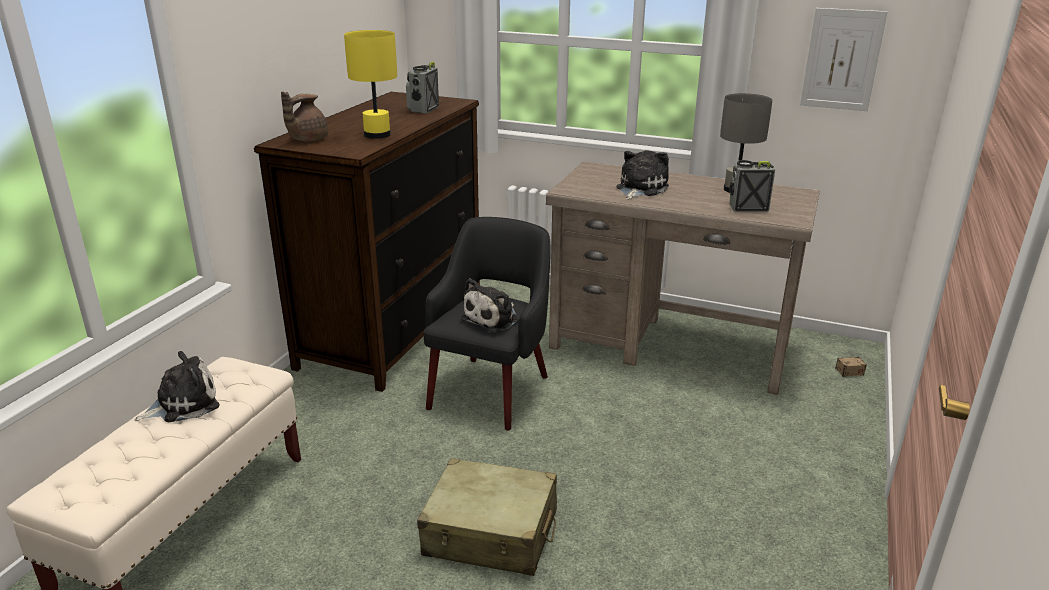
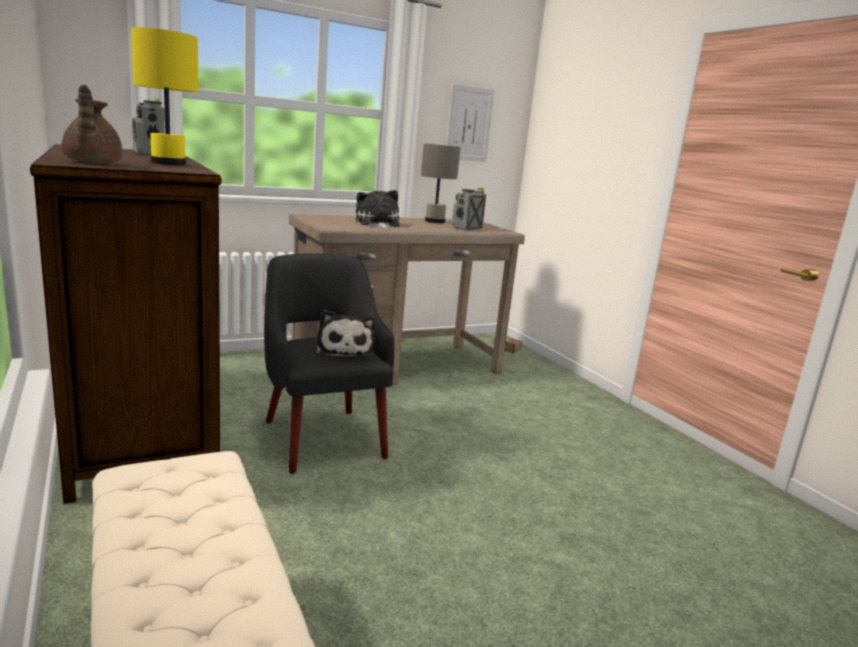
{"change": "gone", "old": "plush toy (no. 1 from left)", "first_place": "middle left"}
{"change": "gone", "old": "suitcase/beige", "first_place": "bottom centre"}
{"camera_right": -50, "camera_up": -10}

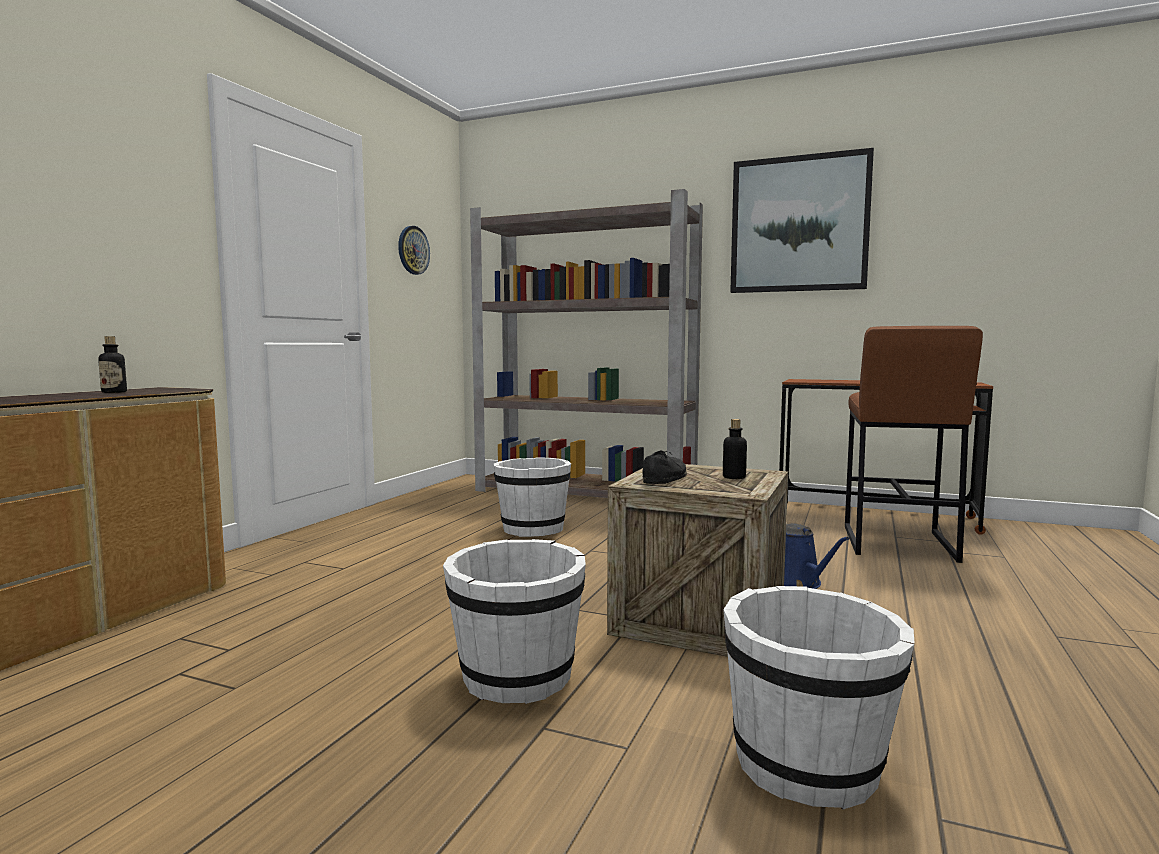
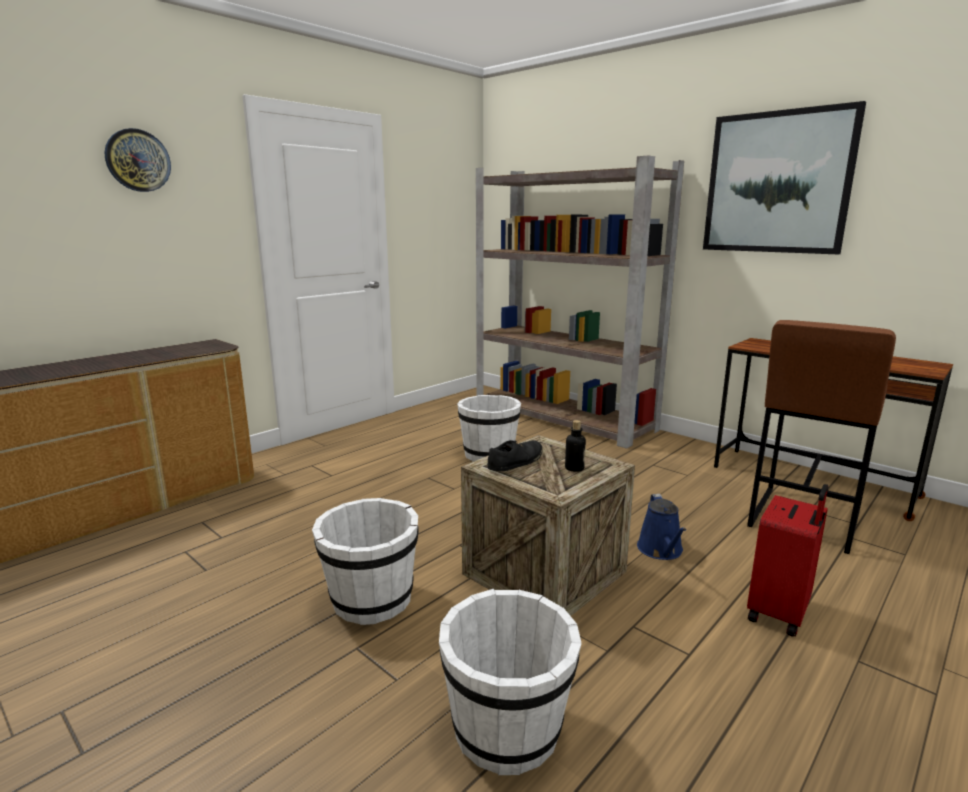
{"change": "gone", "old": "bottle (no. 1 from left)", "first_place": "middle left"}
{"change": "new", "new": "suitcase/red", "second_place": "bottom right"}
{"change": "shifted", "old": "wall clock", "first_place": "top centre", "second_place": "top left"}
{"camera_right": 20, "camera_up": 10}

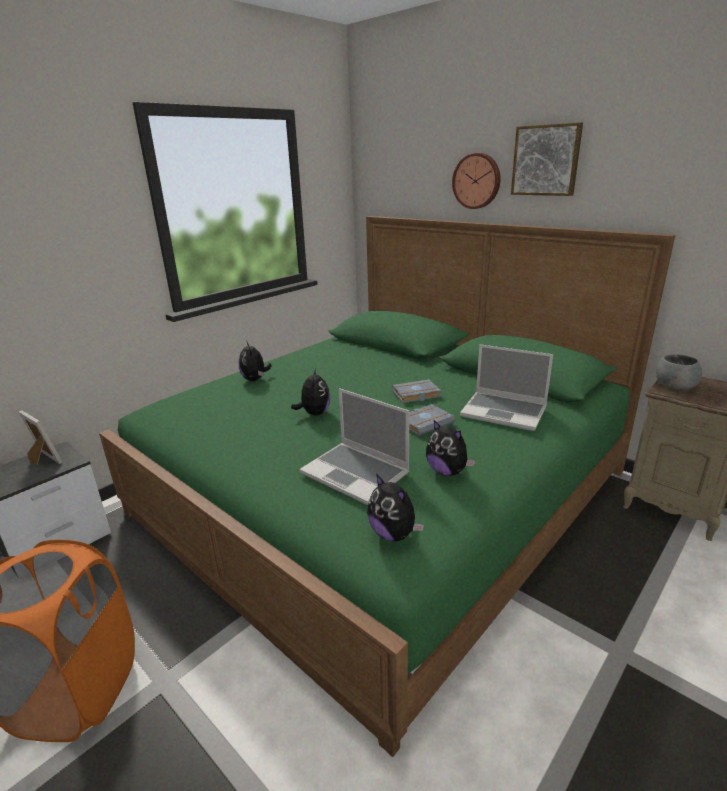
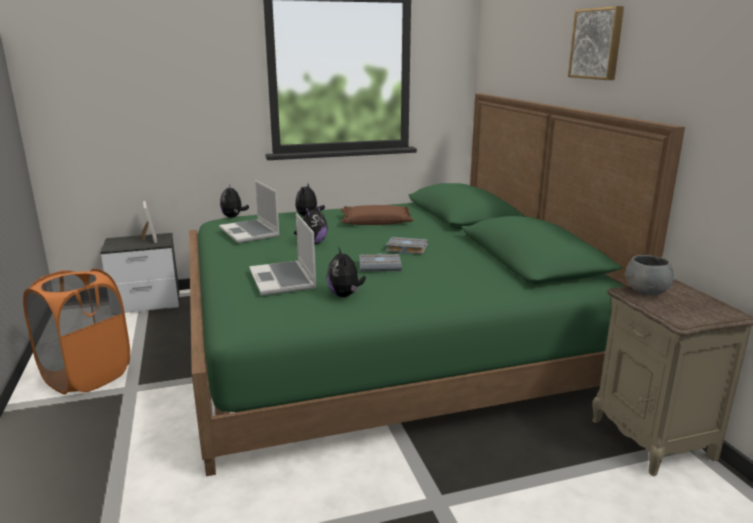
{"change": "gone", "old": "wall clock", "first_place": "top centre"}
{"change": "new", "new": "pillow/brown", "second_place": "centre"}
{"change": "shifted", "old": "plush toy (no. 3 from left in the first image)", "new": "plush toy (no. 1 from left)", "first_place": "centre", "second_place": "middle left"}
{"change": "shifted", "old": "laptop (no. 2 from left in the first image)", "new": "laptop (no. 1 from left)", "first_place": "middle right", "second_place": "middle left"}
{"camera_right": 30, "camera_up": -5}

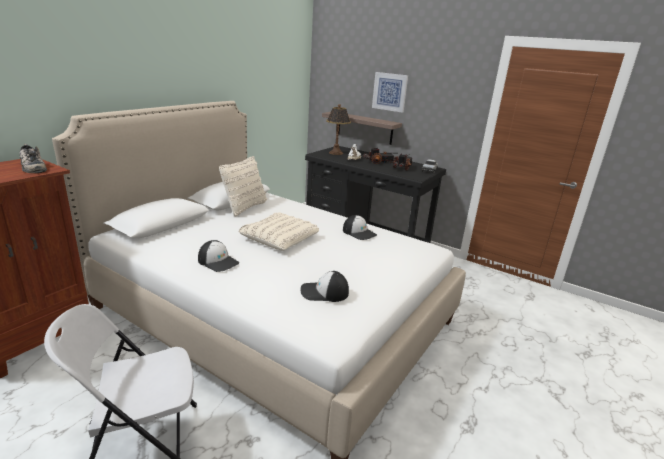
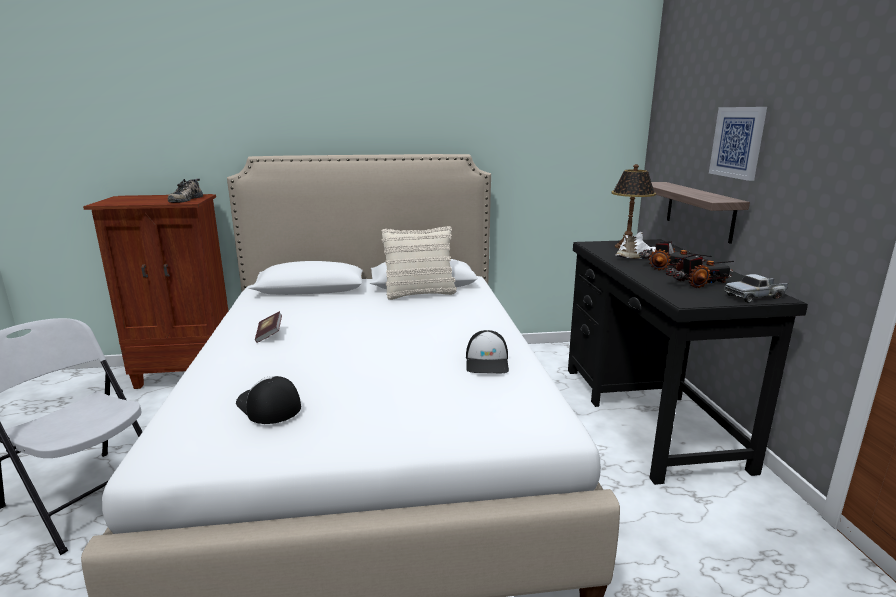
{"change": "gone", "old": "pillow/beige (no. 2 from left)", "first_place": "centre"}
{"change": "swapped", "old": "cap (no. 1 from left)", "new": "book", "first_place": "middle left", "second_place": "middle left"}
{"camera_right": 50, "camera_up": -5}

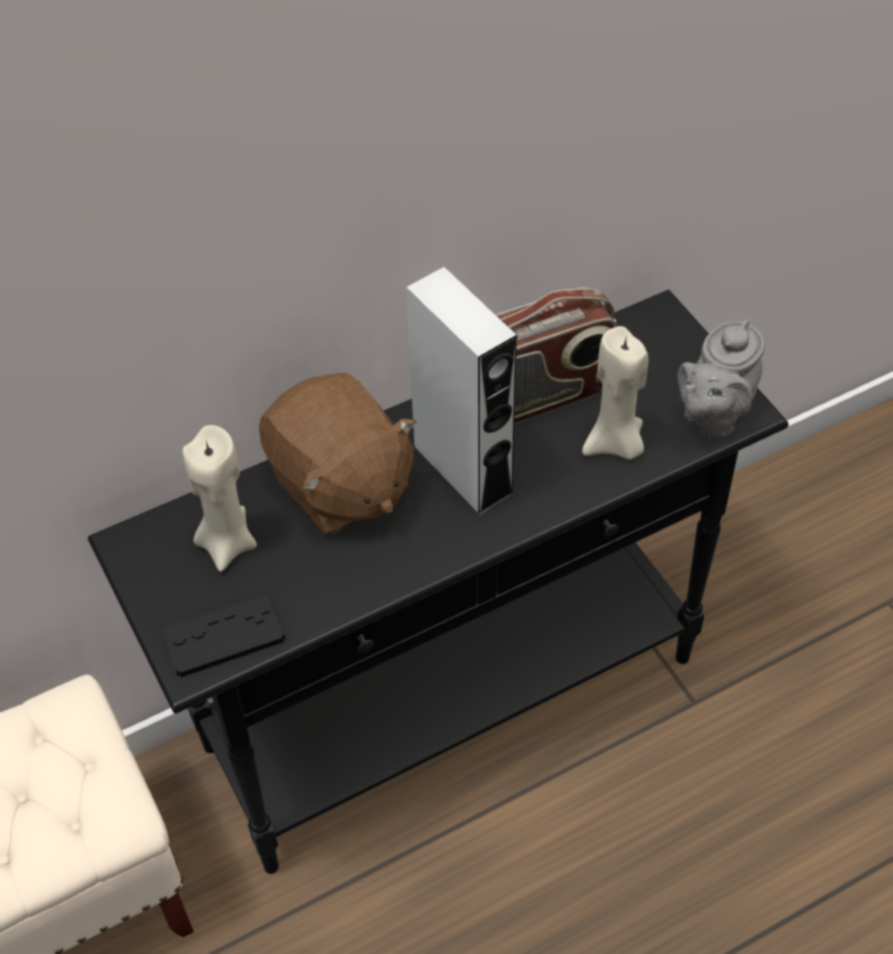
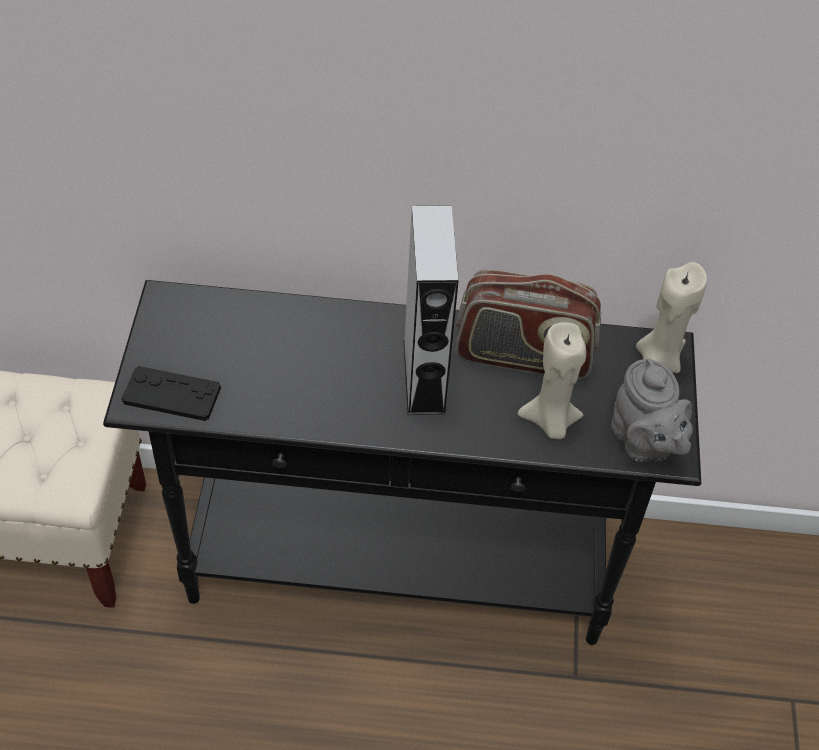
{"change": "gone", "old": "plush toy/brown", "first_place": "centre"}
{"change": "shifted", "old": "candle/beige (no. 1 from left in the first image)", "new": "candle/beige (no. 2 from left)", "first_place": "middle left", "second_place": "middle right"}
{"change": "rotated", "old": "teapot/grey", "first_place": "middle right", "second_place": "middle right", "degrees": -90}
{"camera_right": 30, "camera_up": 0}

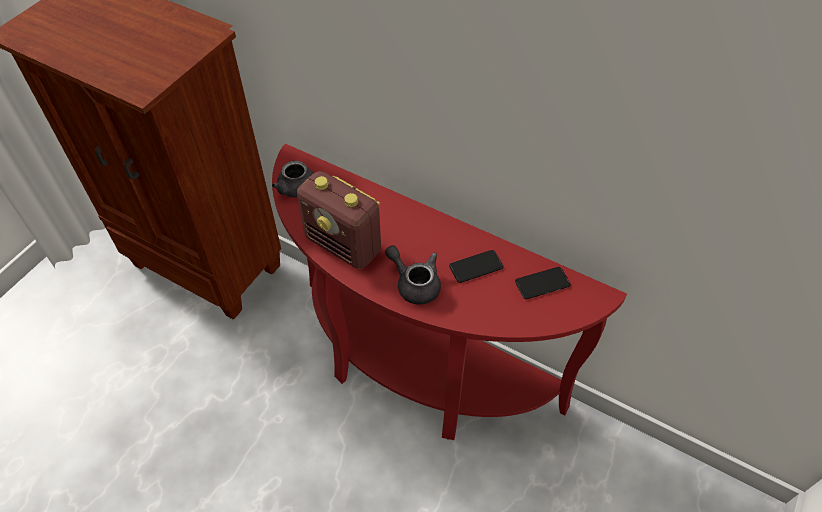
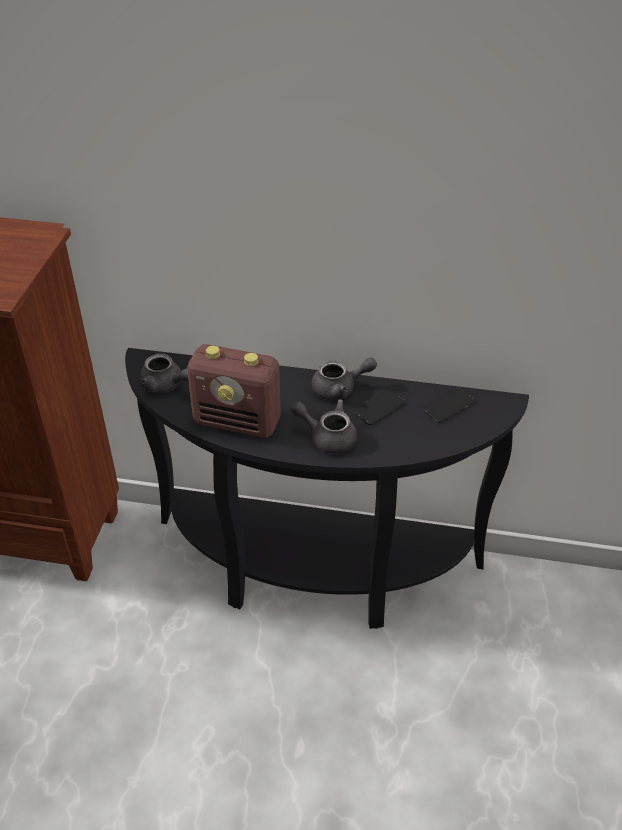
{"change": "new", "new": "teapot/grey (no. 3 from left)", "second_place": "centre"}
{"change": "repainted", "old": "console table/red", "new": "console table/black", "first_place": "centre", "second_place": "centre"}
{"camera_right": -20, "camera_up": -10}

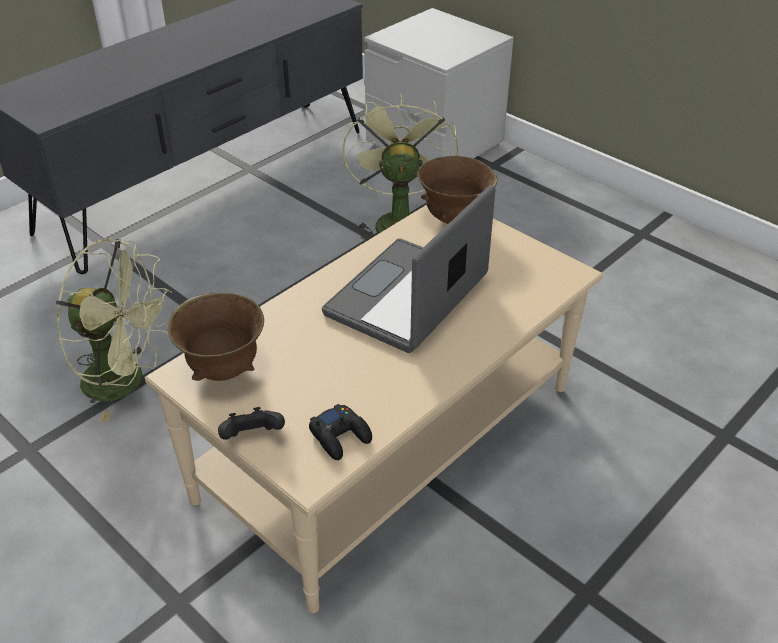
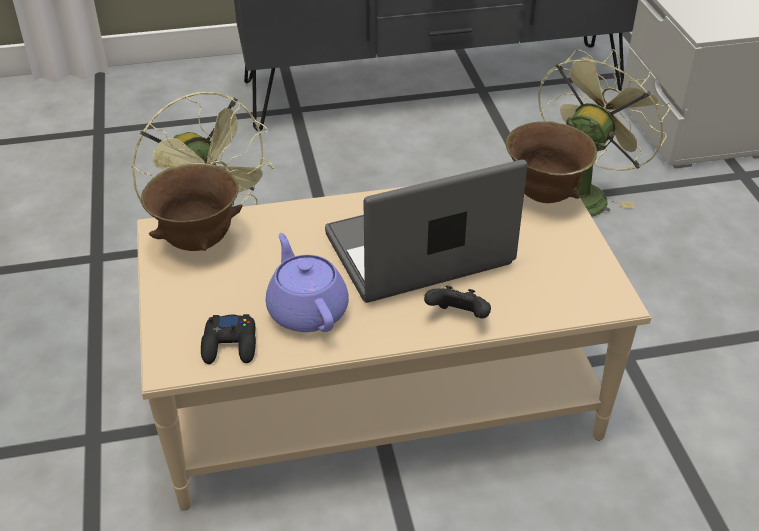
{"change": "new", "new": "teapot/purple", "second_place": "centre"}
{"change": "shifted", "old": "game controller/black (no. 1 from left in the first image)", "new": "game controller/black (no. 2 from left)", "first_place": "middle left", "second_place": "centre"}
{"camera_right": 35, "camera_up": 0}

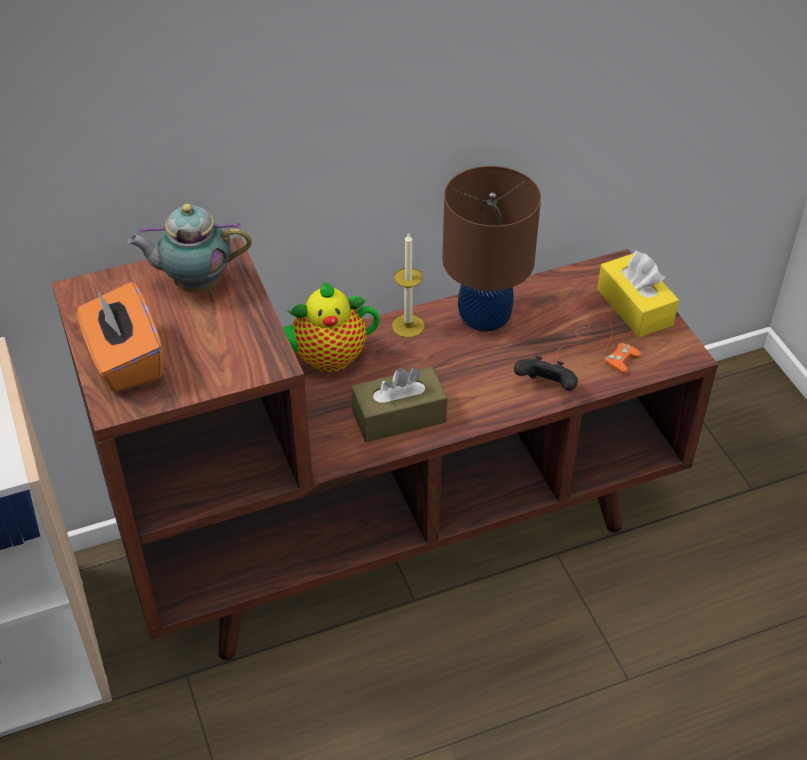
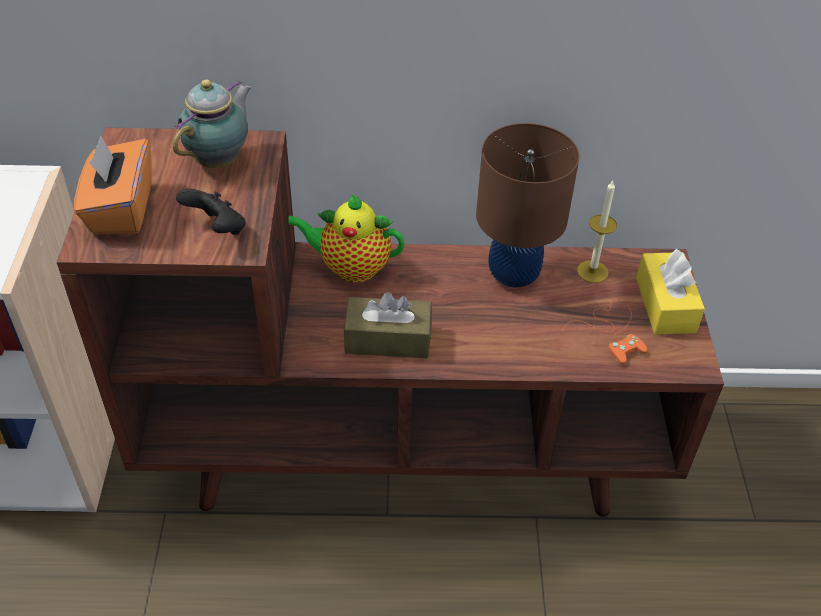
{"change": "shifted", "old": "candle", "first_place": "centre", "second_place": "middle right"}
{"change": "shifted", "old": "game controller/black", "first_place": "middle right", "second_place": "middle left"}
{"change": "rotated", "old": "teapot (no. 1 from left)", "first_place": "top left", "second_place": "top left", "degrees": 105}
{"camera_right": 20, "camera_up": 0}

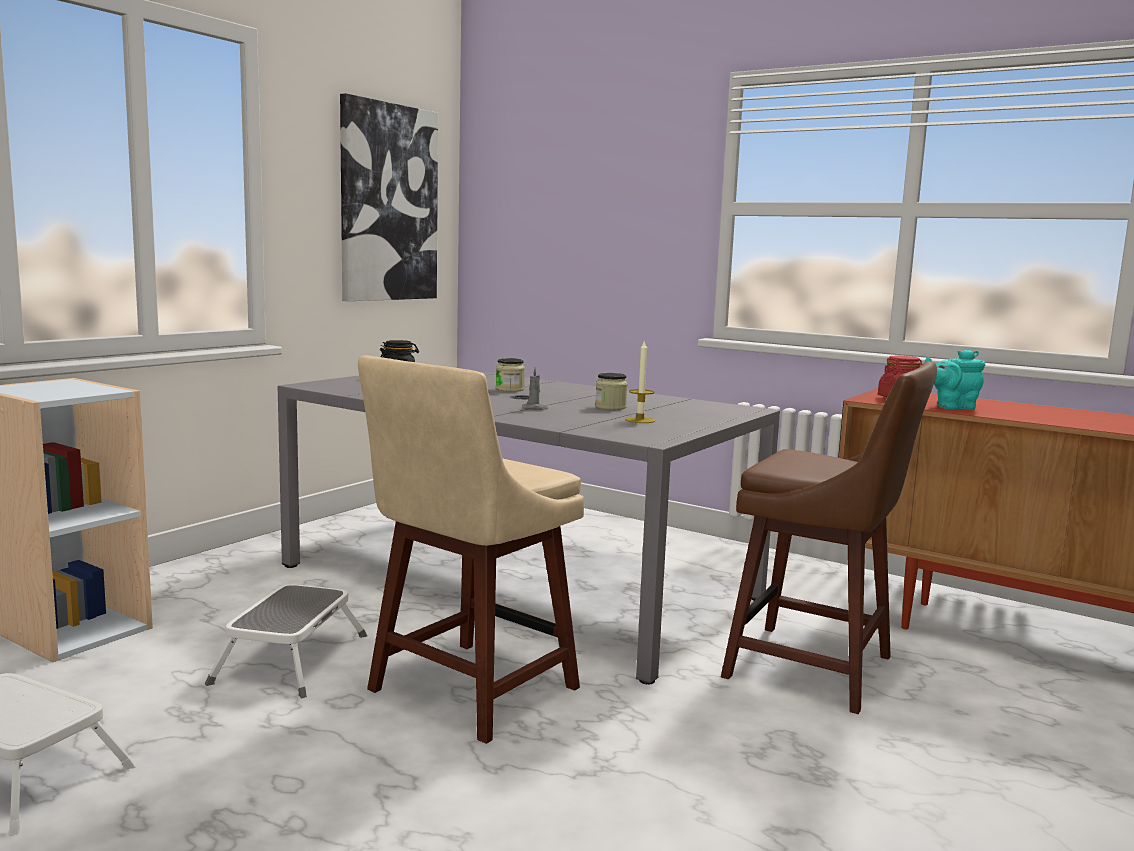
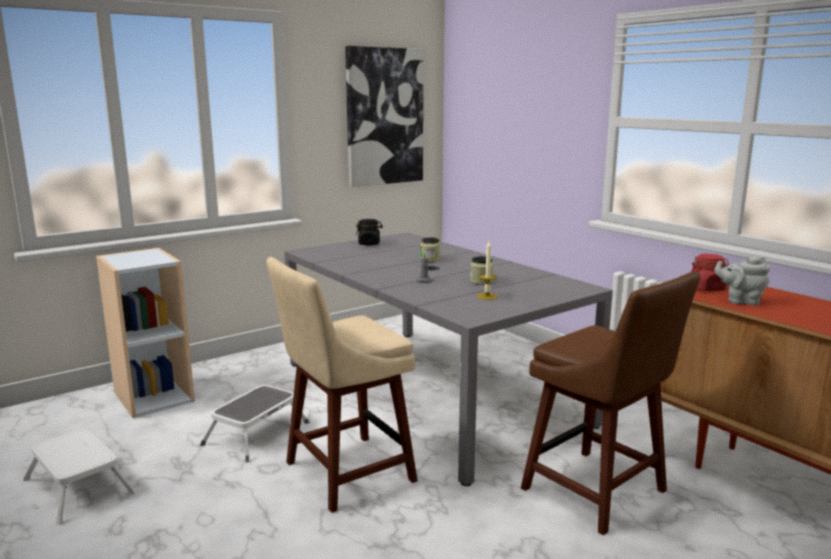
{"change": "repainted", "old": "teapot/turquoise", "new": "teapot/grey", "first_place": "middle right", "second_place": "middle right"}
{"camera_right": 20, "camera_up": 5}

